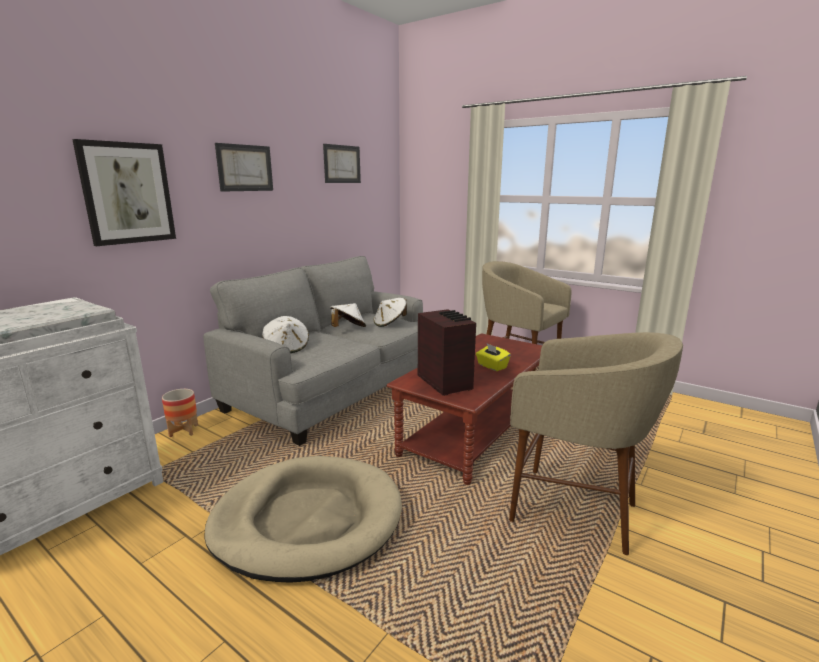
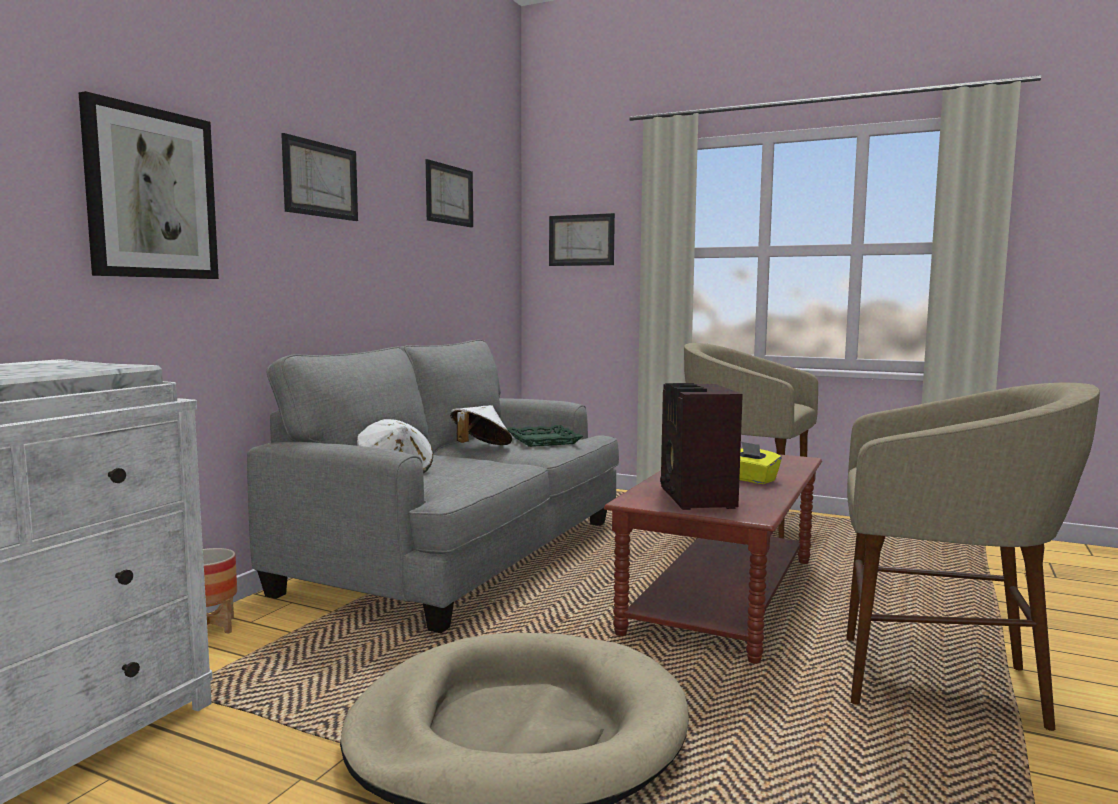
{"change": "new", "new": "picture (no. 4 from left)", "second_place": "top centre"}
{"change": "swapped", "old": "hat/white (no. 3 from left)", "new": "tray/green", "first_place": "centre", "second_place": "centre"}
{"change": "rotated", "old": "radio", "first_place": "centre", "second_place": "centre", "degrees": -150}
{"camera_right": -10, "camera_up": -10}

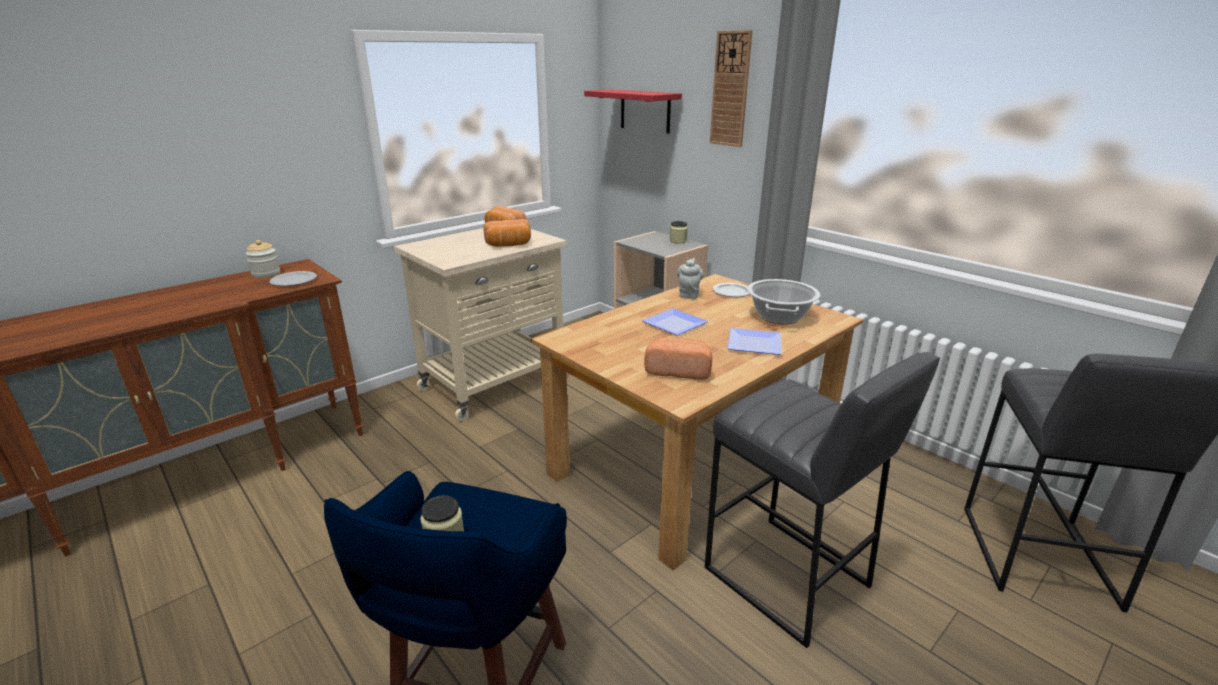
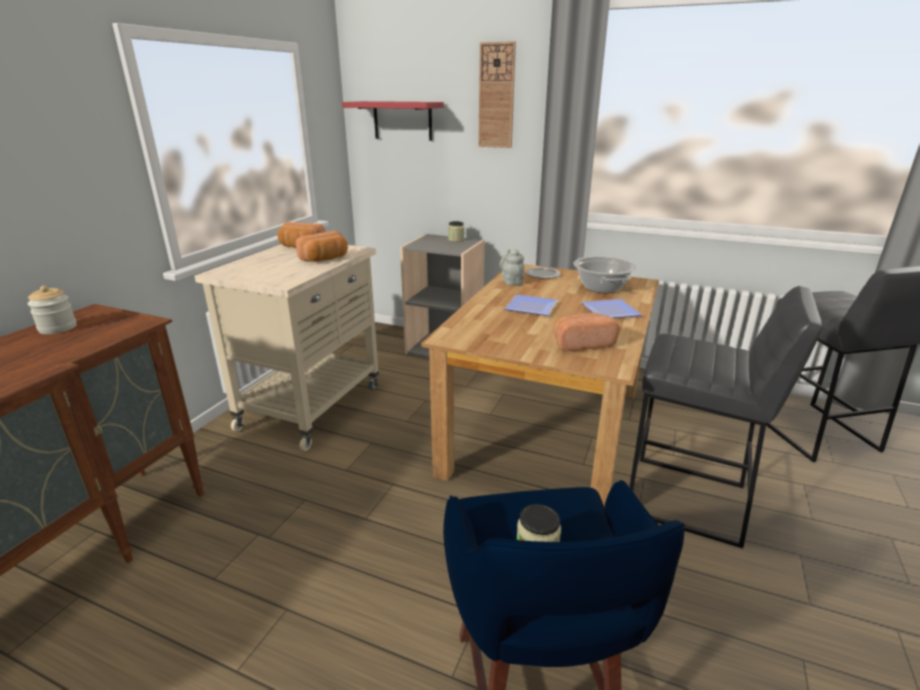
{"change": "gone", "old": "plate (no. 1 from left)", "first_place": "middle left"}
{"camera_right": -25, "camera_up": 0}

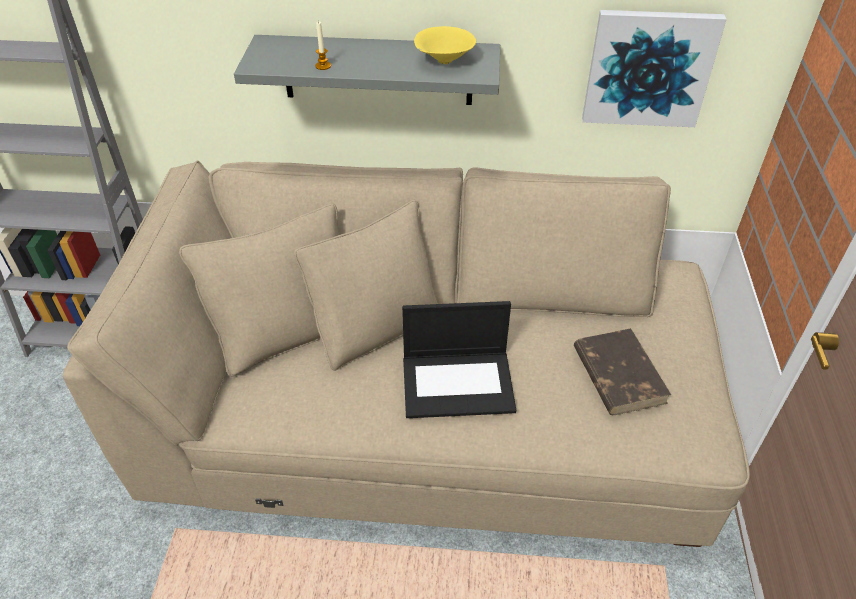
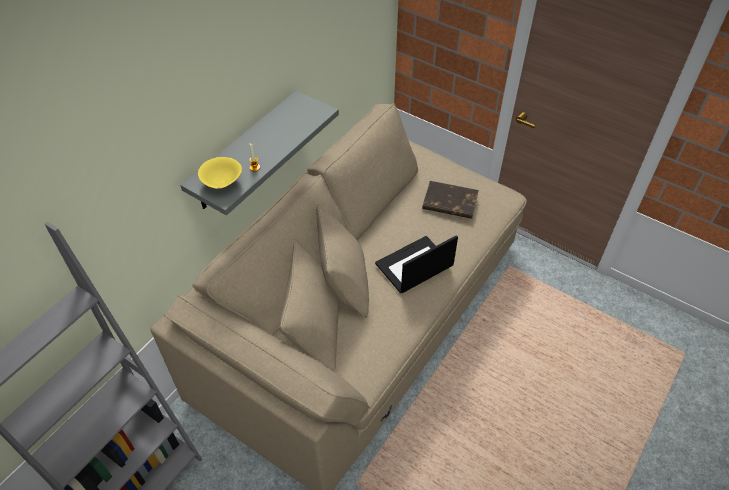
{"change": "gone", "old": "picture", "first_place": "top right"}
{"change": "shifted", "old": "bowl/yellow", "first_place": "top centre", "second_place": "middle left"}
{"change": "rotated", "old": "laptop", "first_place": "centre", "second_place": "centre", "degrees": -150}
{"camera_right": -60, "camera_up": 5}

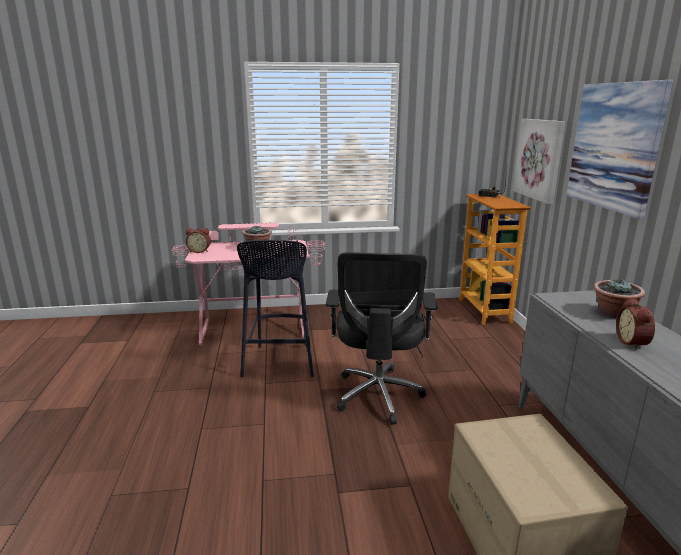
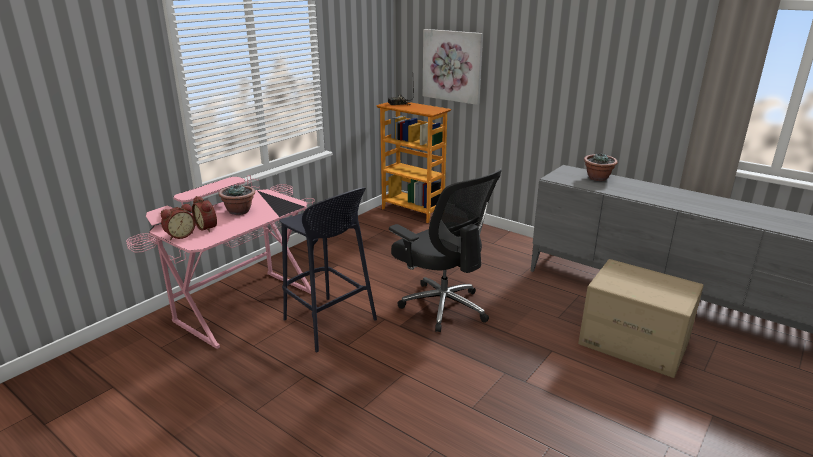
{"change": "gone", "old": "picture (no. 2 from left)", "first_place": "top right"}
{"change": "shifted", "old": "alarm clock (no. 2 from left)", "first_place": "middle right", "second_place": "middle left"}
{"camera_right": -45, "camera_up": 5}

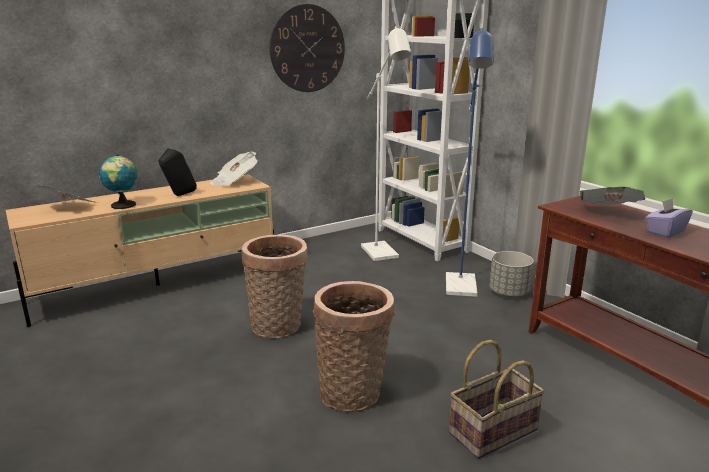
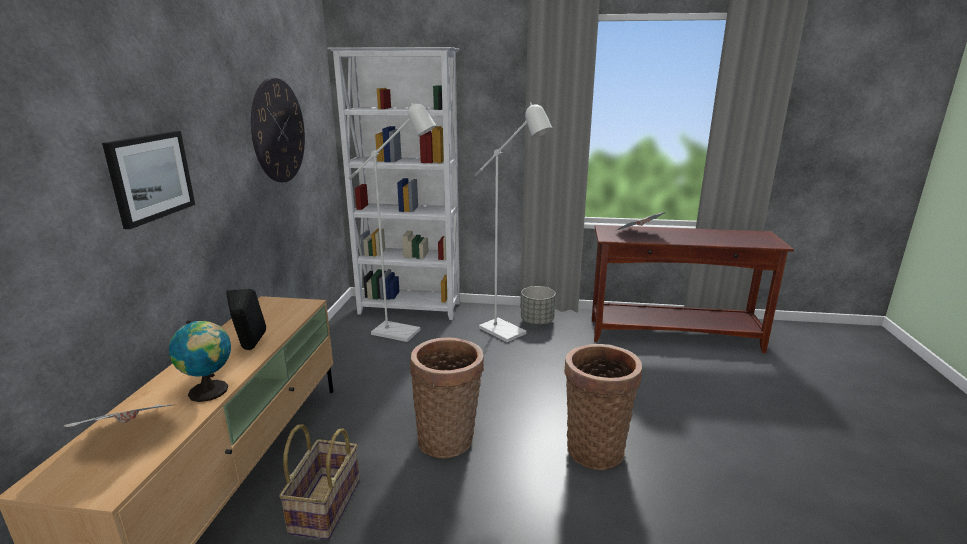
{"change": "gone", "old": "newspaper (no. 2 from left)", "first_place": "middle left"}
{"change": "gone", "old": "tissue box/purple", "first_place": "middle right"}
{"change": "new", "new": "picture", "second_place": "top left"}
{"change": "shifted", "old": "basket (no. 3 from left in the first image)", "new": "basket (no. 1 from left)", "first_place": "bottom right", "second_place": "bottom left"}
{"change": "repainted", "old": "floor lamp/blue", "new": "floor lamp/white (no. 2 from left)", "first_place": "centre", "second_place": "centre"}
{"camera_right": -50, "camera_up": 0}

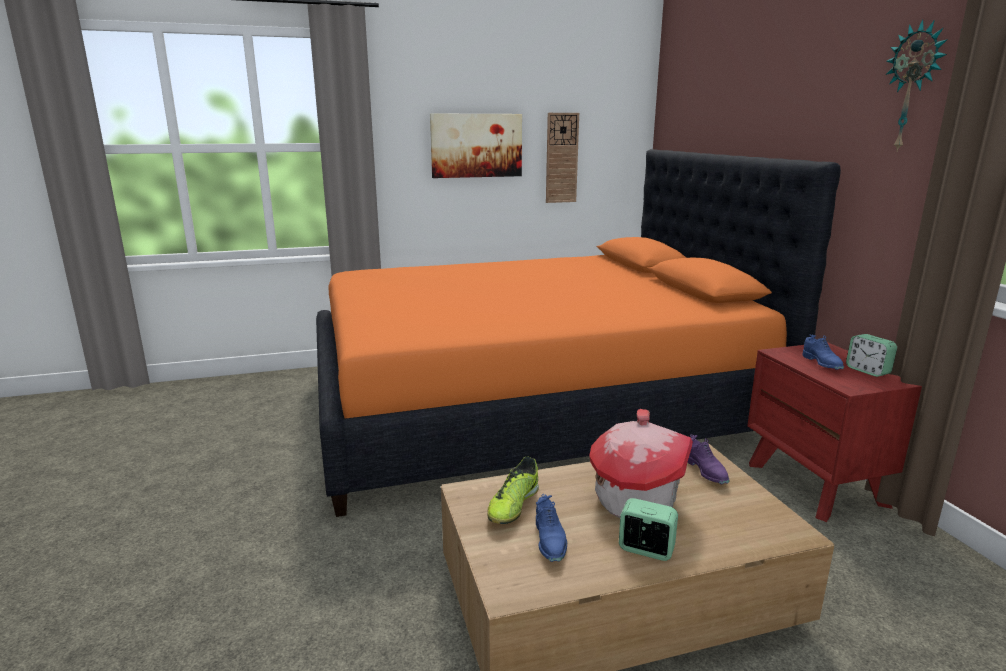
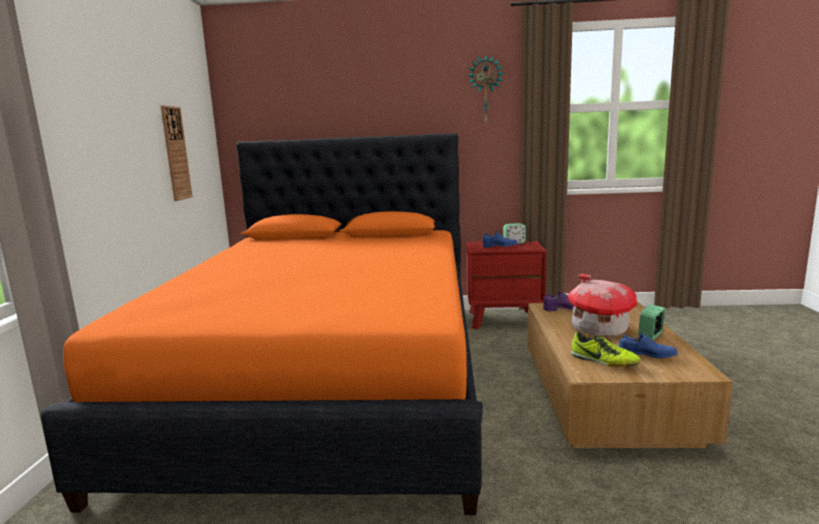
{"change": "gone", "old": "picture", "first_place": "top centre"}
{"camera_right": -70, "camera_up": -5}

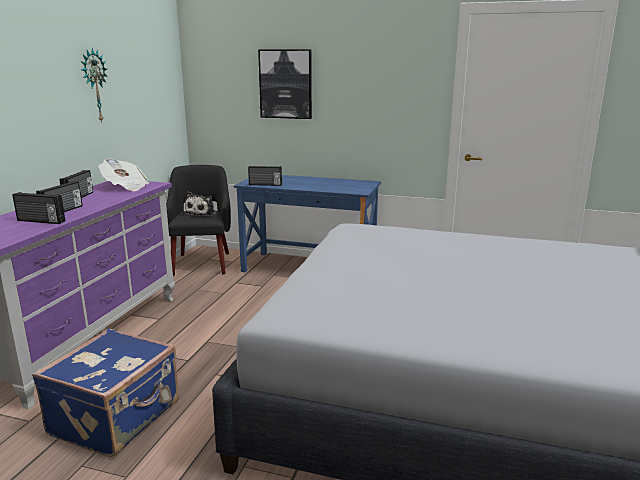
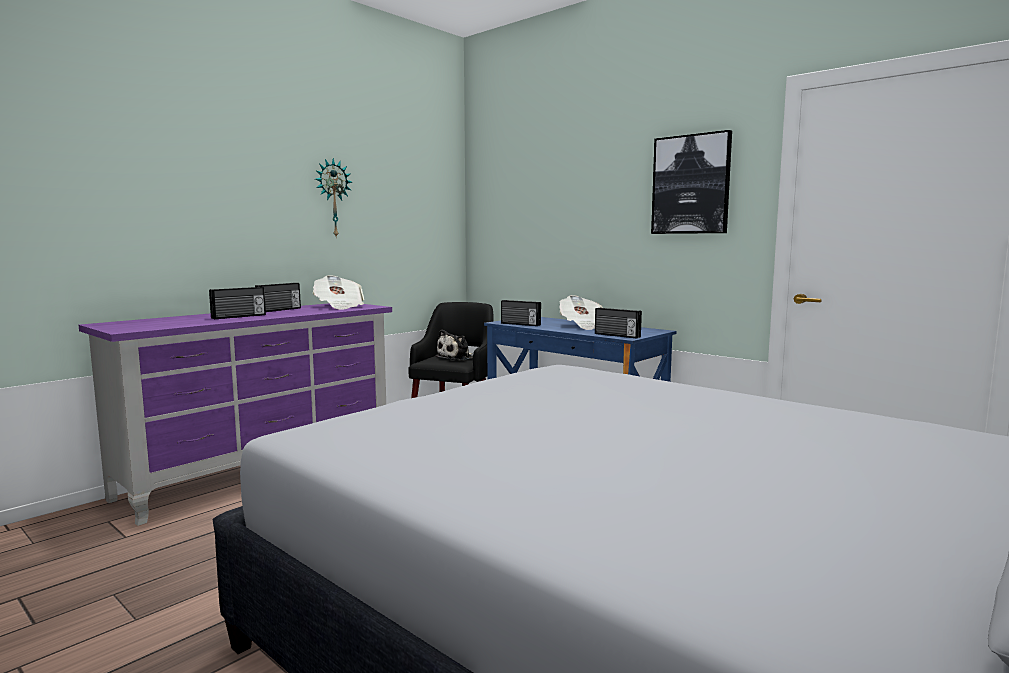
{"change": "gone", "old": "suitcase/blue", "first_place": "bottom left"}
{"change": "new", "new": "newspaper (no. 2 from left)", "second_place": "centre"}
{"change": "shifted", "old": "radio (no. 1 from left in the first image)", "new": "radio (no. 4 from left)", "first_place": "middle left", "second_place": "centre"}
{"change": "shifted", "old": "picture", "first_place": "top centre", "second_place": "top right"}
{"camera_right": 25, "camera_up": -10}

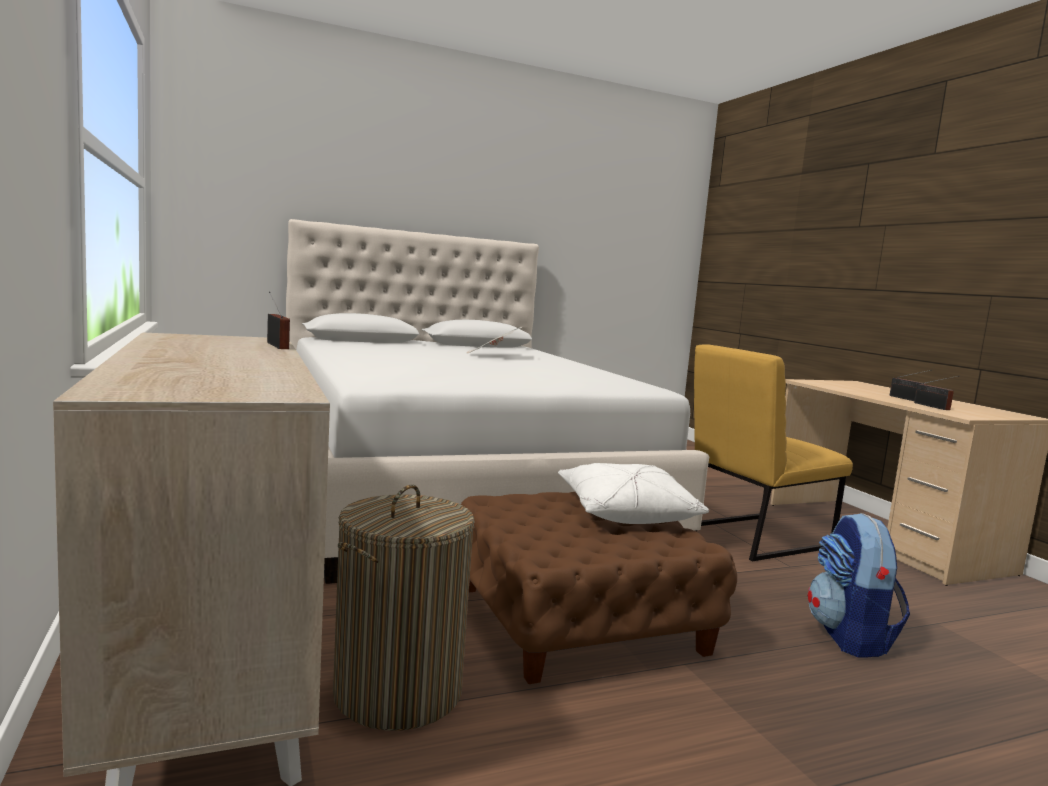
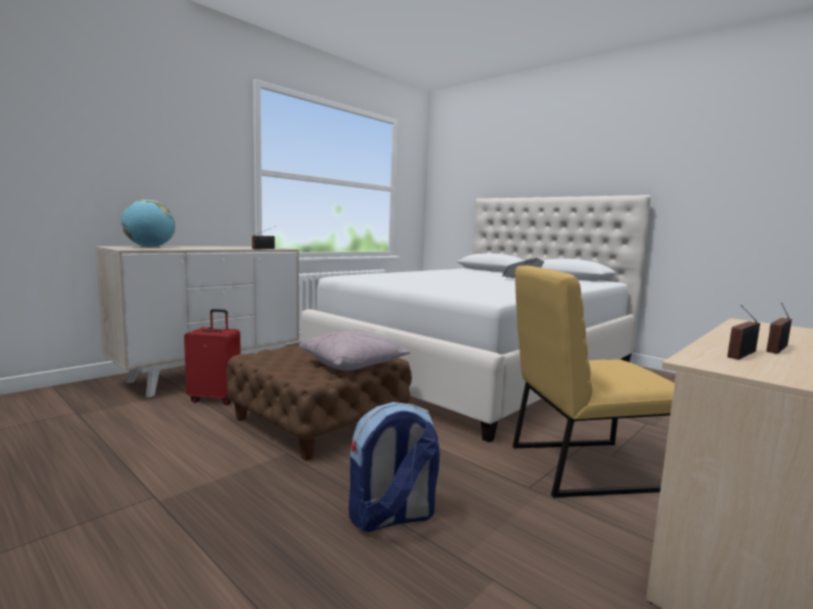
{"change": "new", "new": "globe", "second_place": "middle left"}
{"change": "swapped", "old": "laundry basket", "new": "suitcase/red", "first_place": "bottom centre", "second_place": "middle left"}
{"change": "repainted", "old": "pillow/white", "new": "pillow/purple", "first_place": "centre", "second_place": "centre"}
{"change": "rotated", "old": "chair/yellow", "first_place": "middle right", "second_place": "middle right", "degrees": -45}
{"camera_right": 65, "camera_up": 0}

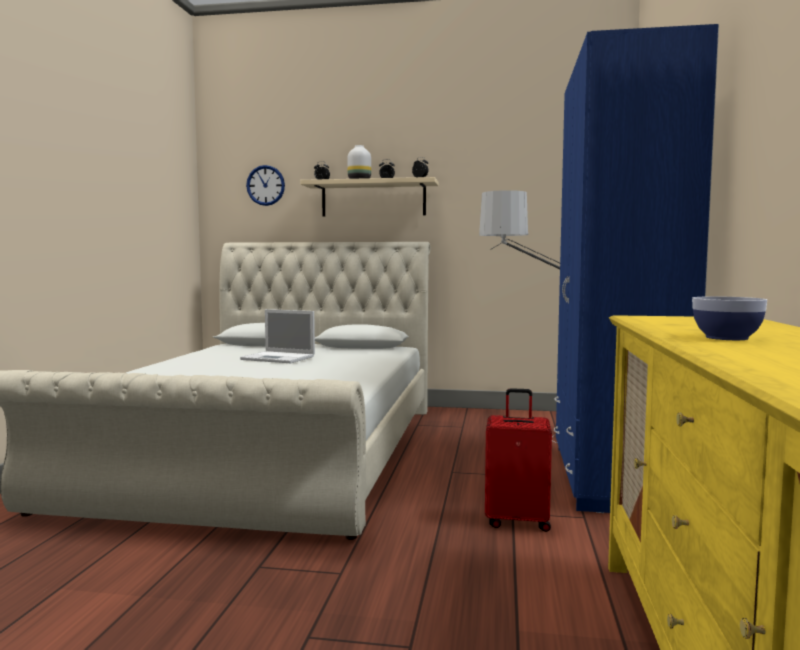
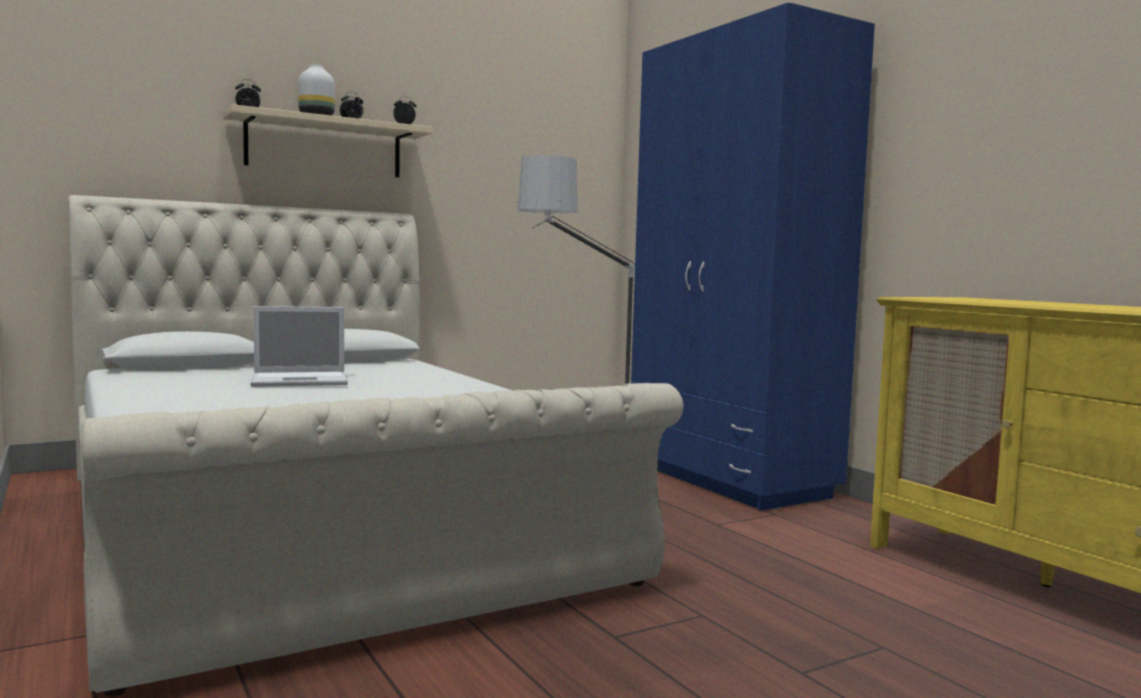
{"change": "gone", "old": "wall clock", "first_place": "top left"}
{"change": "gone", "old": "suitcase/red", "first_place": "bottom centre"}
{"change": "gone", "old": "bowl", "first_place": "middle right"}
{"camera_right": -40, "camera_up": 0}

